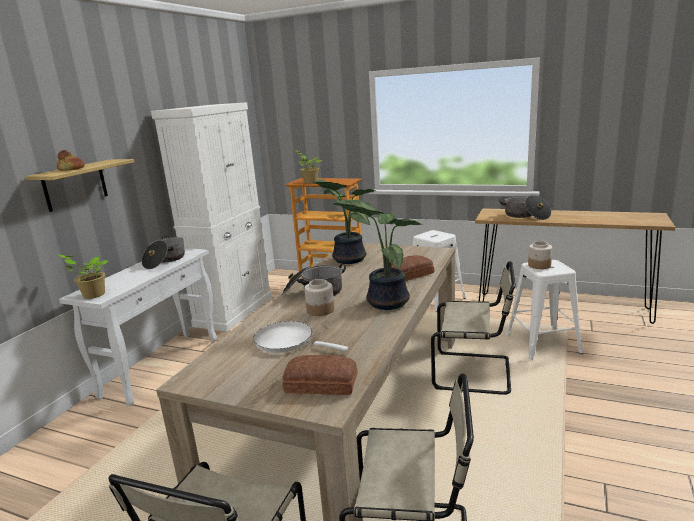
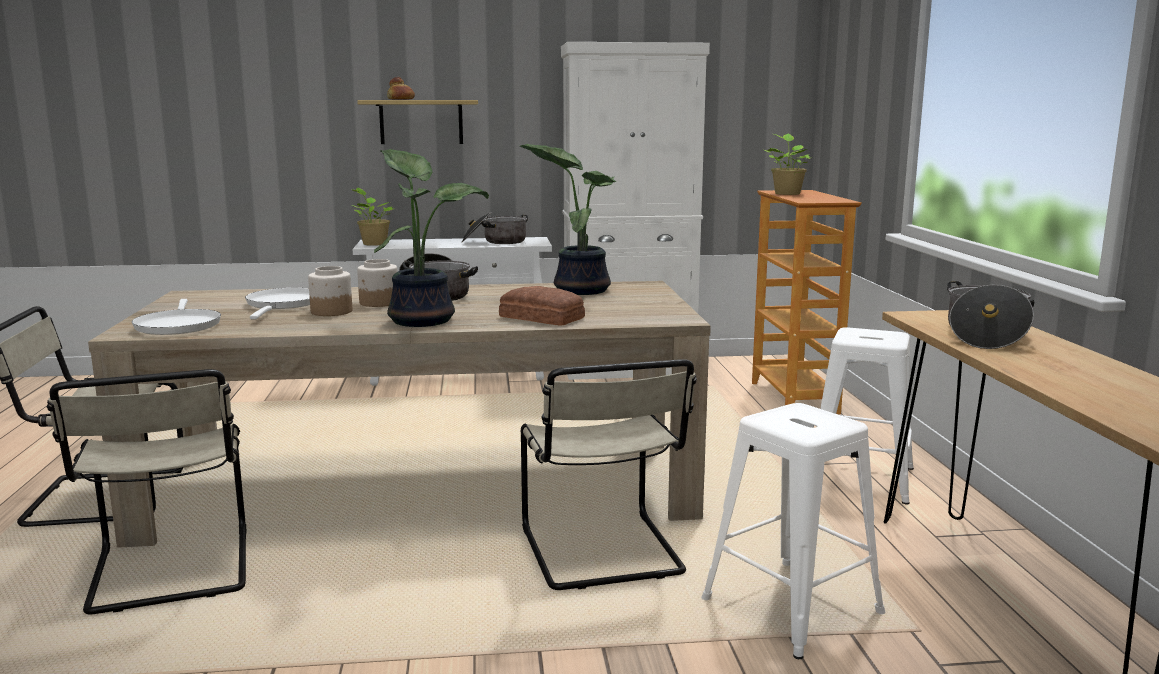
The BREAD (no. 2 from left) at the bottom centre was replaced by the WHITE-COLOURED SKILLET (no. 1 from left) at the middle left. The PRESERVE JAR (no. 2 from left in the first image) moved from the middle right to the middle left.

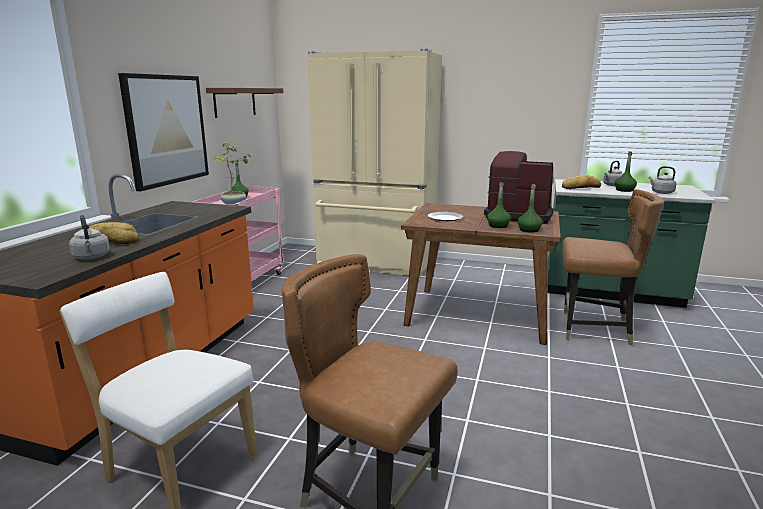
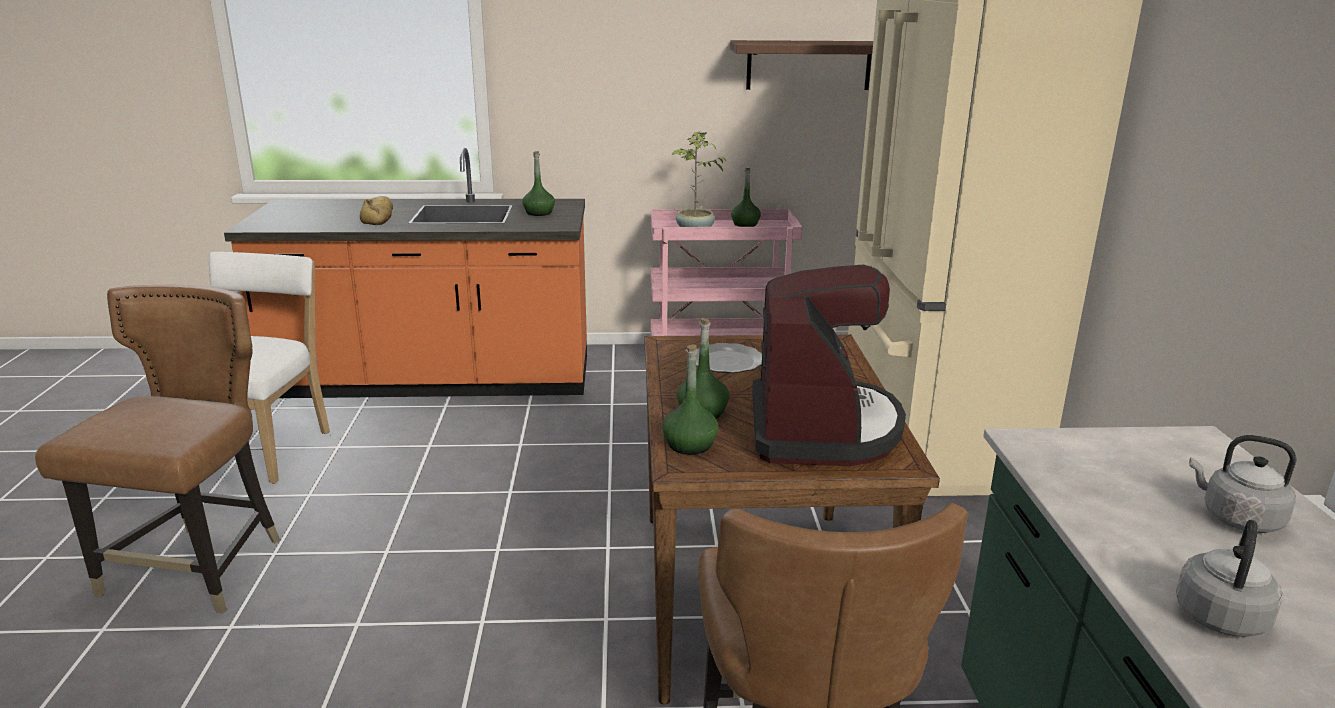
The GREEN-COLOURED DRINK BOTTLE (no. 4 from left in the first image) moved from the middle right to the top centre. The GRAY TEA KETTLE (no. 1 from left) at the middle left disappeared. The WALL PICTURE at the top left disappeared. The BREAD (no. 2 from left) at the middle right disappeared.

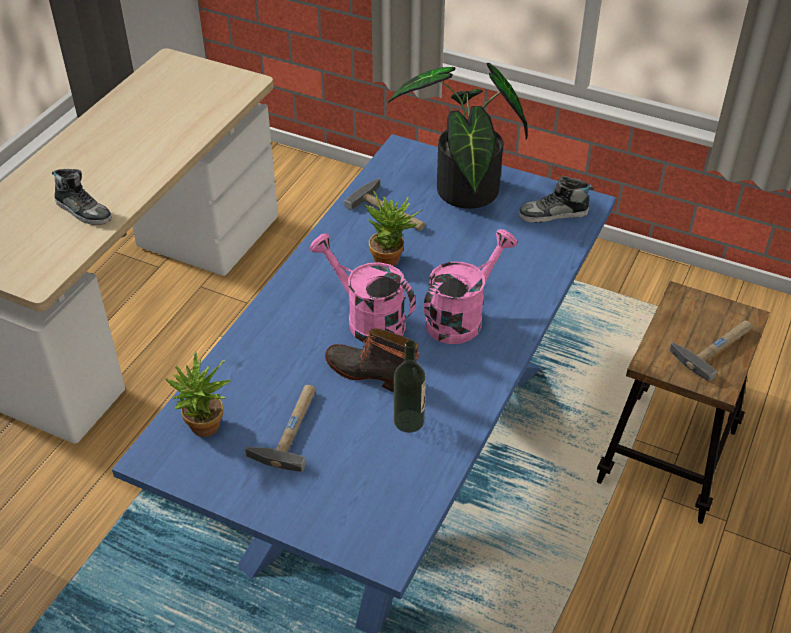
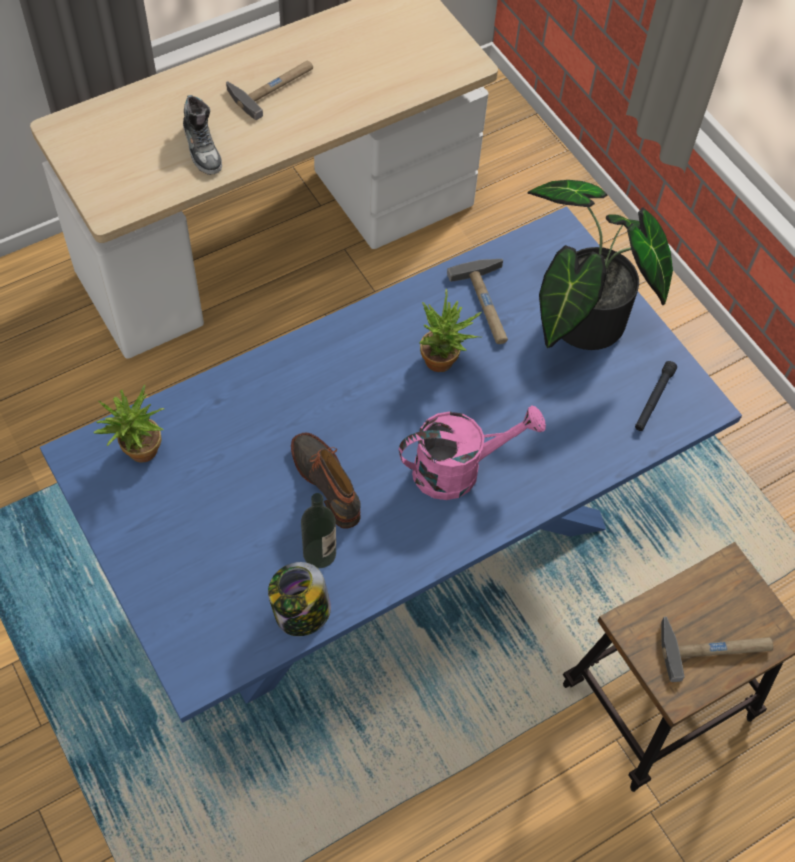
The TOOL HAMMER (no. 1 from left) moved from the bottom centre to the top centre. The PRESERVE JAR at the bottom centre appeared. The ITEM OF FOOTWEAR (no. 2 from left) at the top right was replaced by the BLACK-COLOURED TORCH at the middle right. The PINK WATERING POT (no. 1 from left) at the centre disappeared.

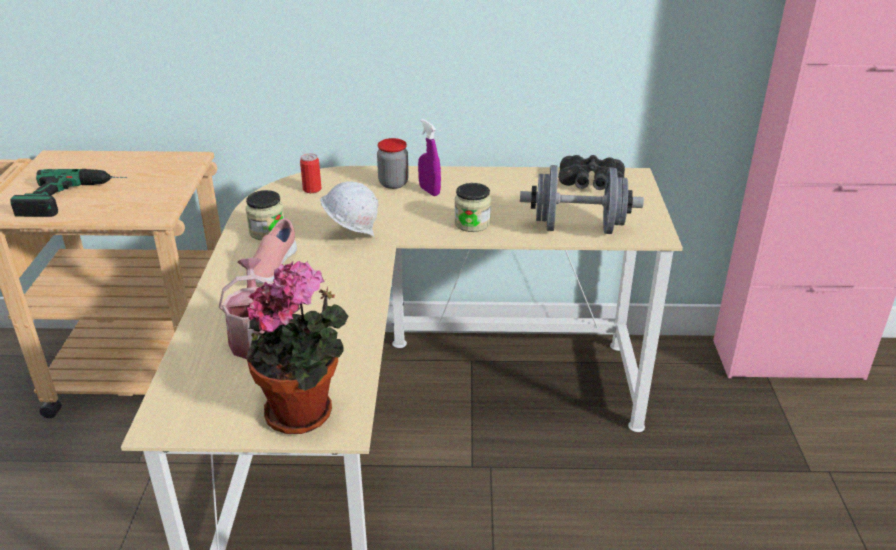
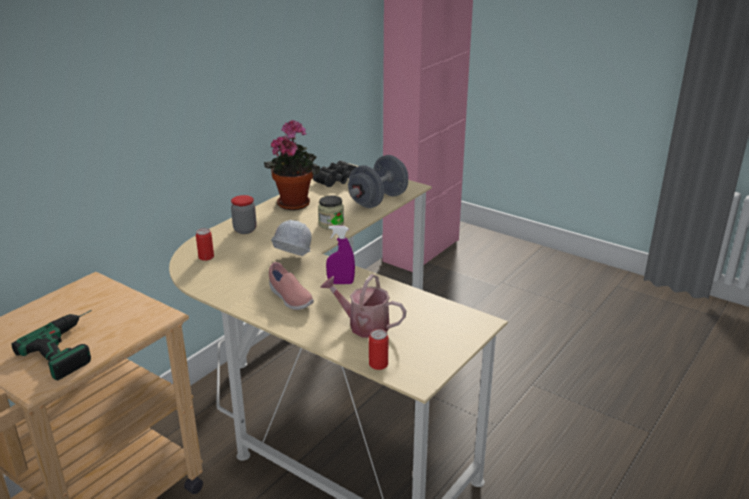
The POTTED PLANT moved from the middle left to the top centre. The PURPLISH HAND SPRAYER moved from the top centre to the centre. The CAN (no. 2 from left) at the bottom centre appeared. The PRESERVE JAR (no. 1 from left) at the middle left disappeared.

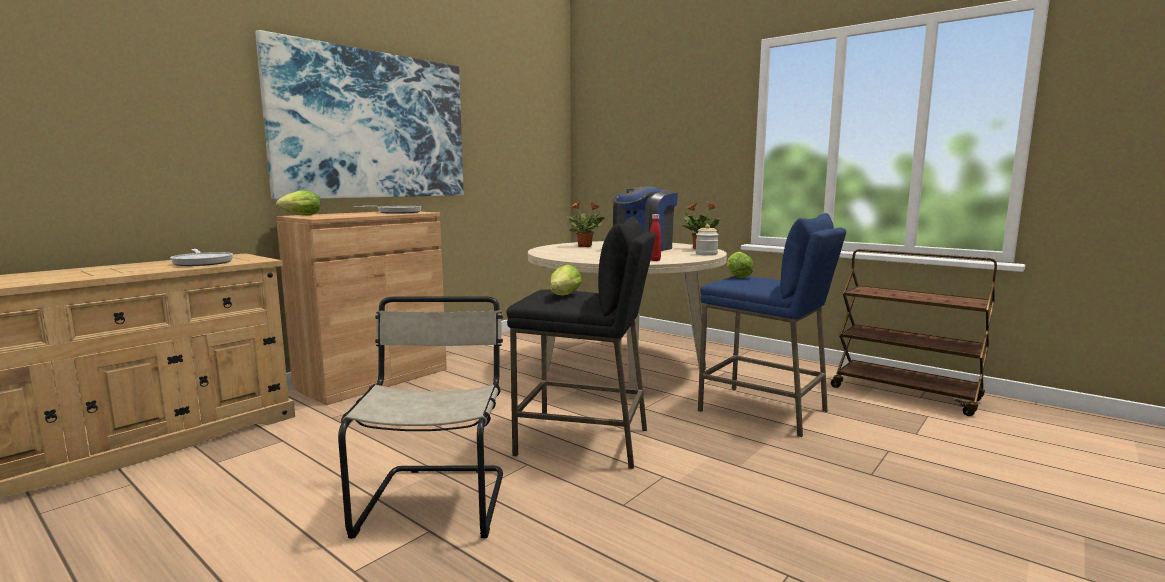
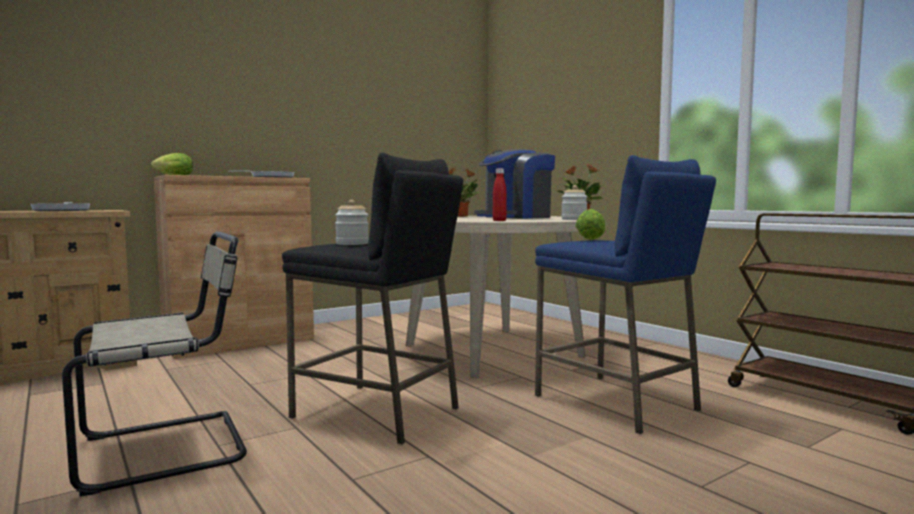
The BEIGE-COLOURED UPRIGHT CHAIR at the bottom centre turned 45 degrees clockwise. The LETTUCE (no. 2 from left) at the centre was replaced by the PRESERVE JAR (no. 1 from left) at the centre. The WALL PICTURE at the top left disappeared.

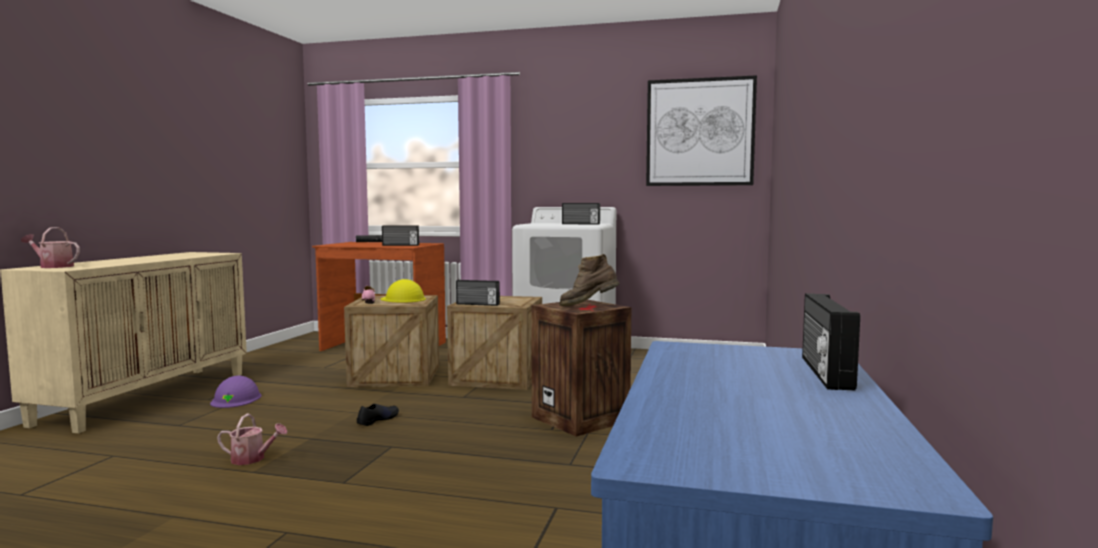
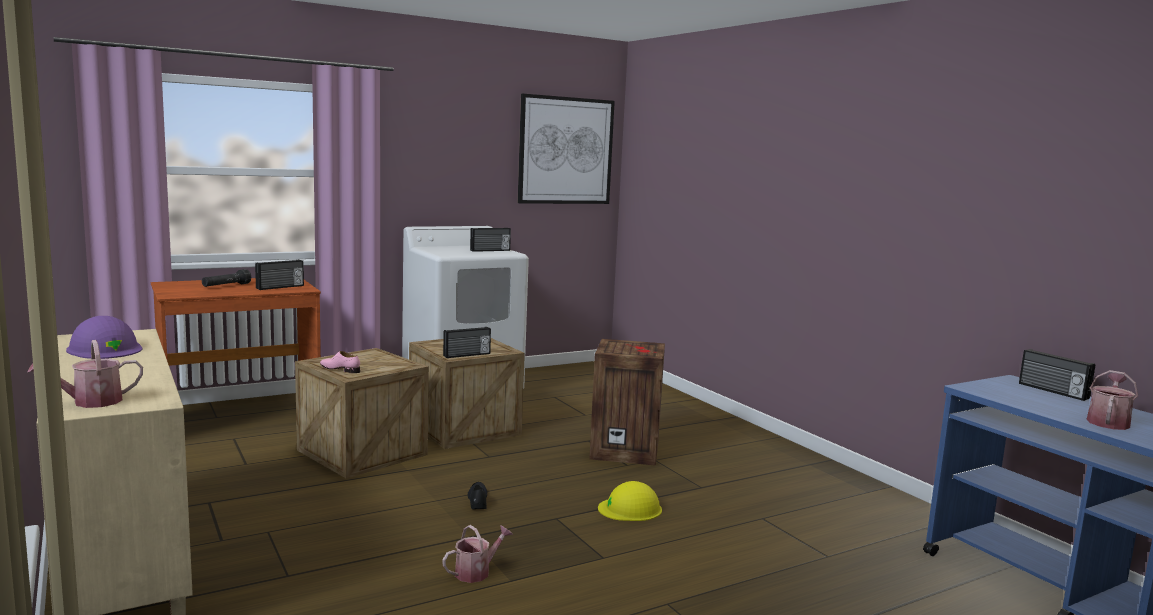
The PURPLISH HARD HAT moved from the bottom left to the middle left. The YELLOW HARD HAT moved from the centre to the bottom centre. The WATERING POT (no. 3 from left) at the middle right appeared. The BROWNISH BOOT at the centre disappeared.

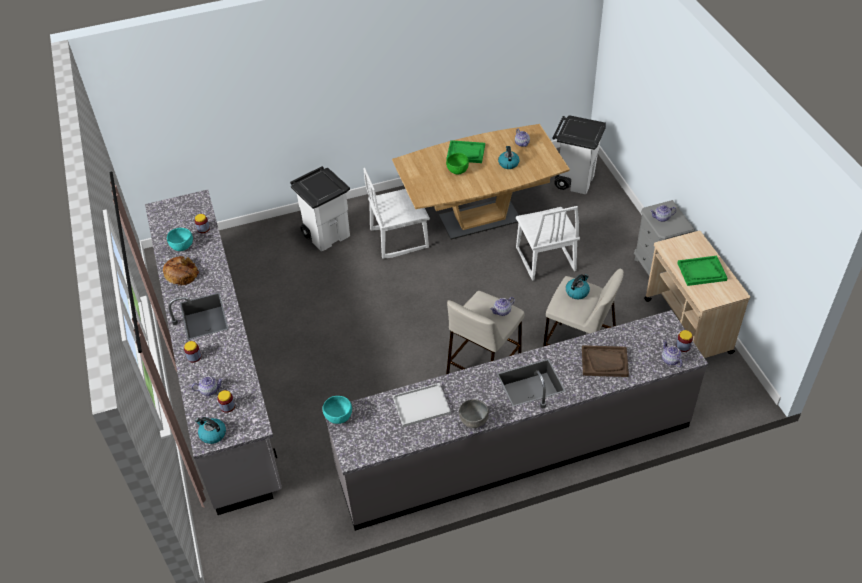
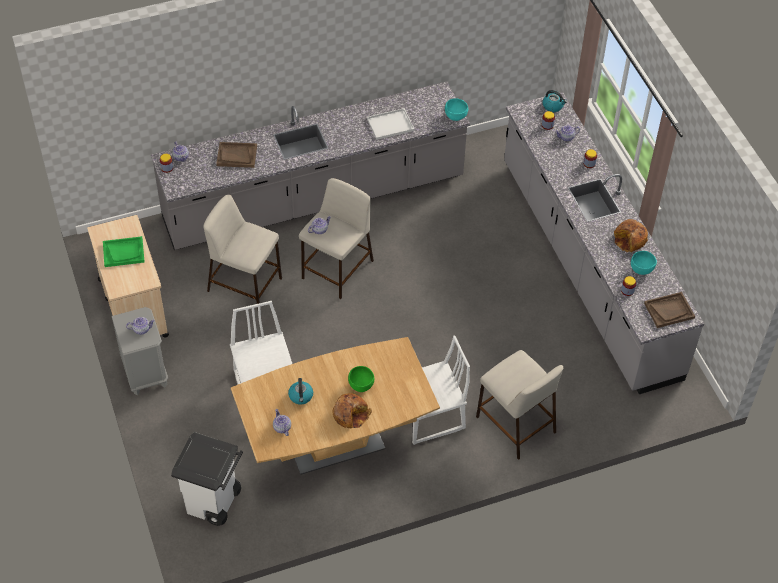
The GREEN-COLOURED SERVING TRAY (no. 1 from left) at the top centre was replaced by the BREAD (no. 1 from left) at the bottom centre. The WHITE-COLOURED WASTE BIN (no. 1 from left) at the centre was replaced by the BEIGE-COLOURED STOOL SEAT (no. 3 from left) at the bottom right. The BROWNISH SERVING TRAY (no. 2 from left) at the middle right appeared. The GRAY SERVING BOWL at the bottom centre disappeared. The TEA KETTLE (no. 3 from left) at the middle right disappeared.

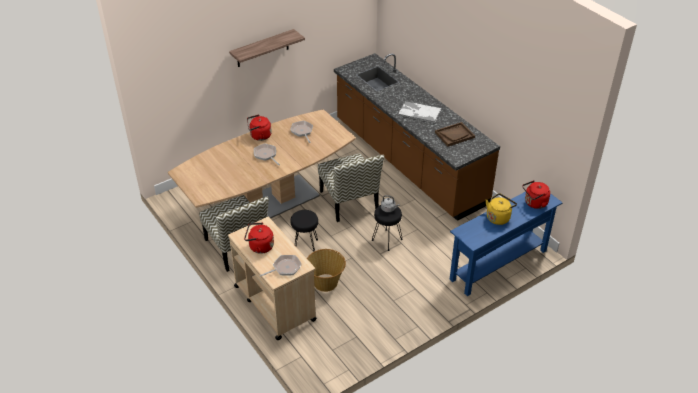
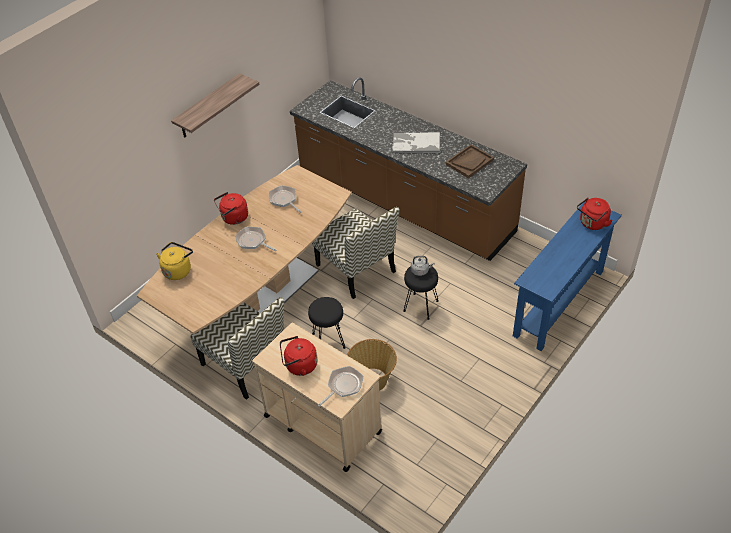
The YELLOW TEA KETTLE moved from the middle right to the middle left.

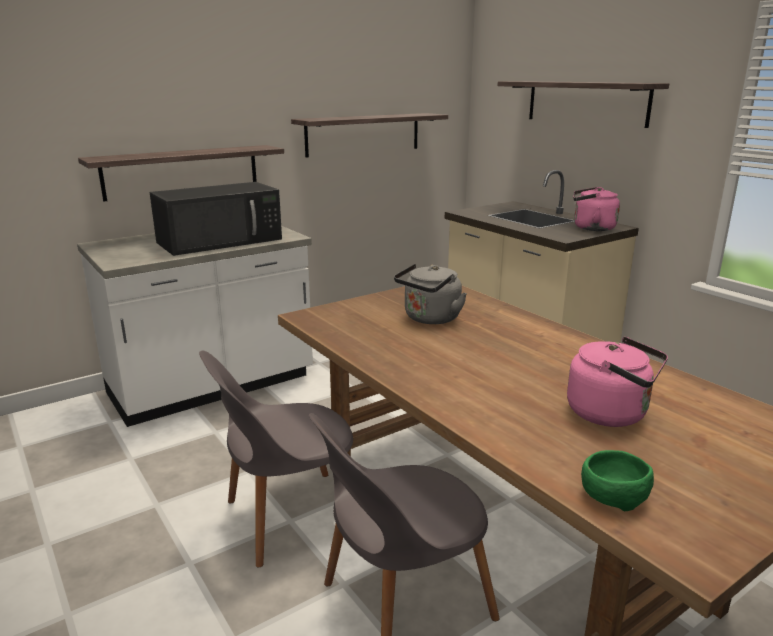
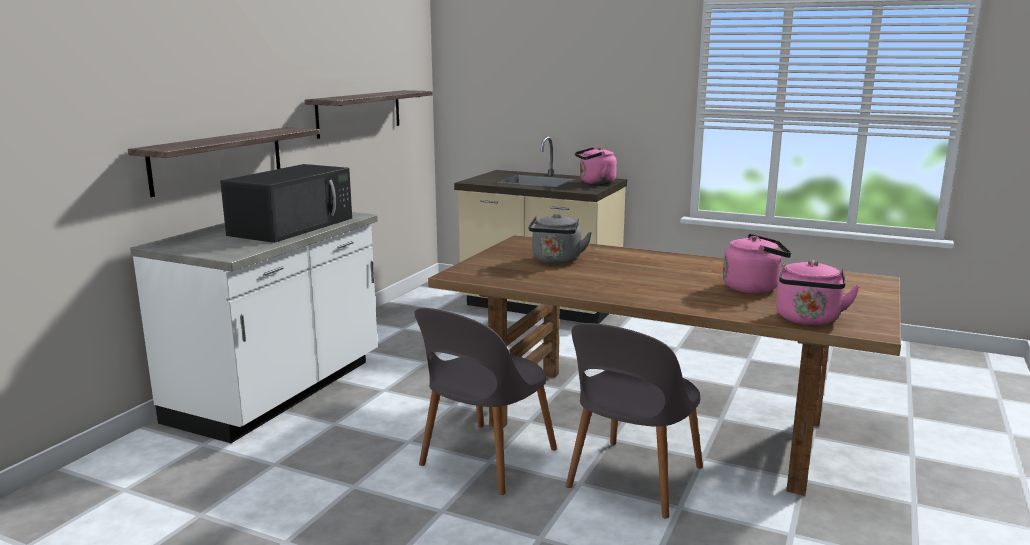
The GREEN-COLOURED SERVING BOWL at the bottom right was replaced by the PINK TEA KETTLE (no. 3 from left) at the middle right. The SHELF (no. 3 from left) at the top right disappeared.

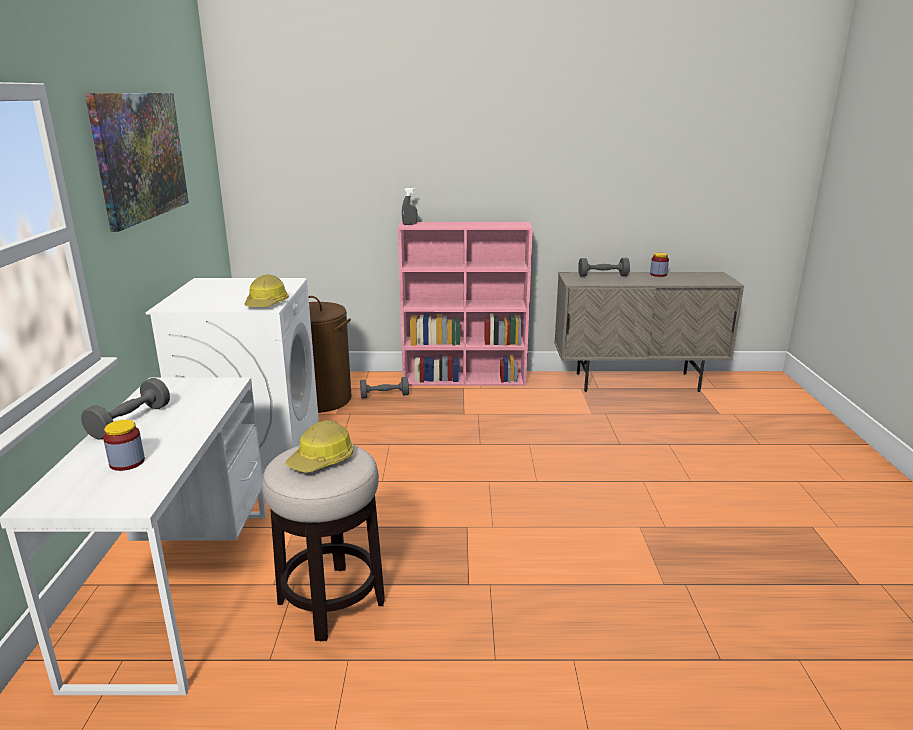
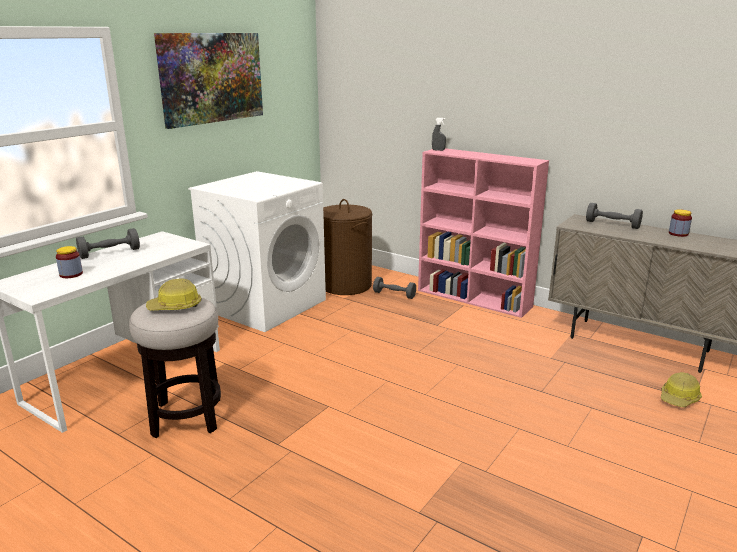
The HARD HAT (no. 1 from left in the first image) moved from the middle left to the bottom right.

